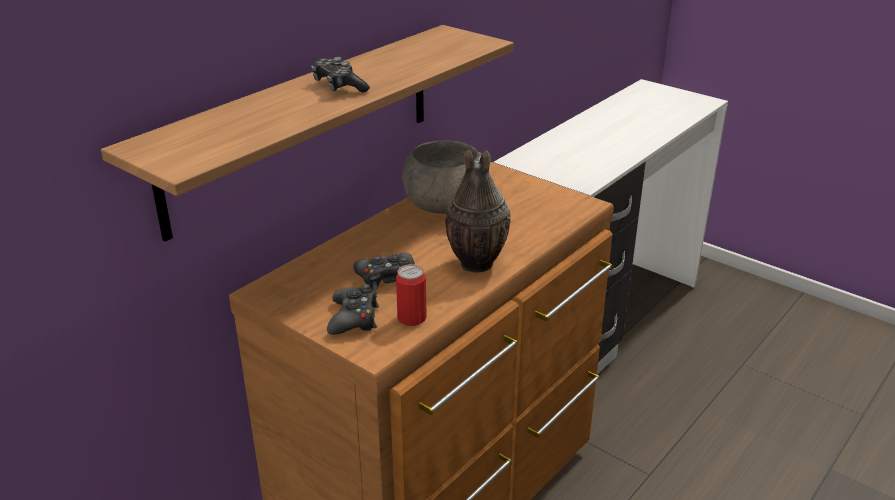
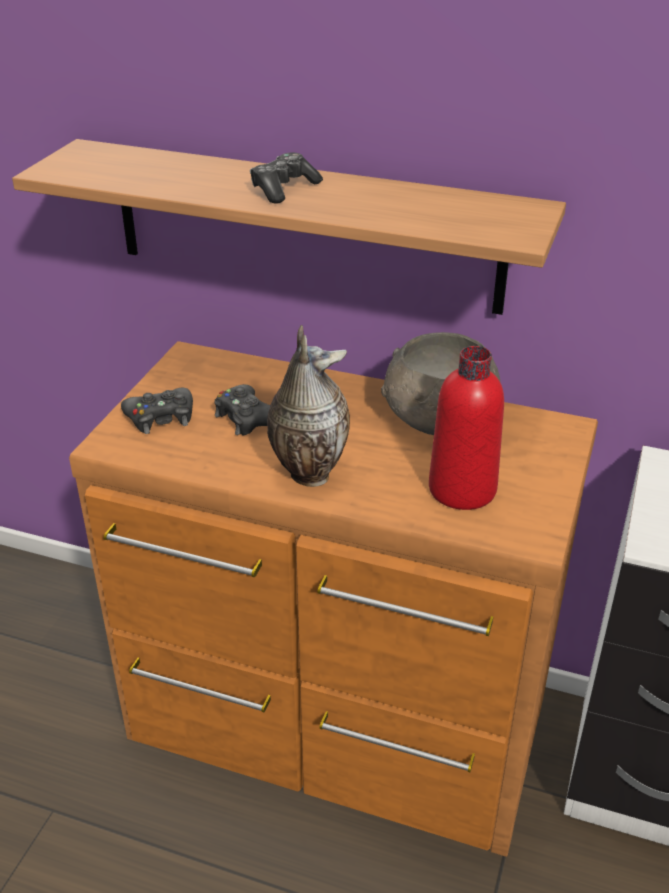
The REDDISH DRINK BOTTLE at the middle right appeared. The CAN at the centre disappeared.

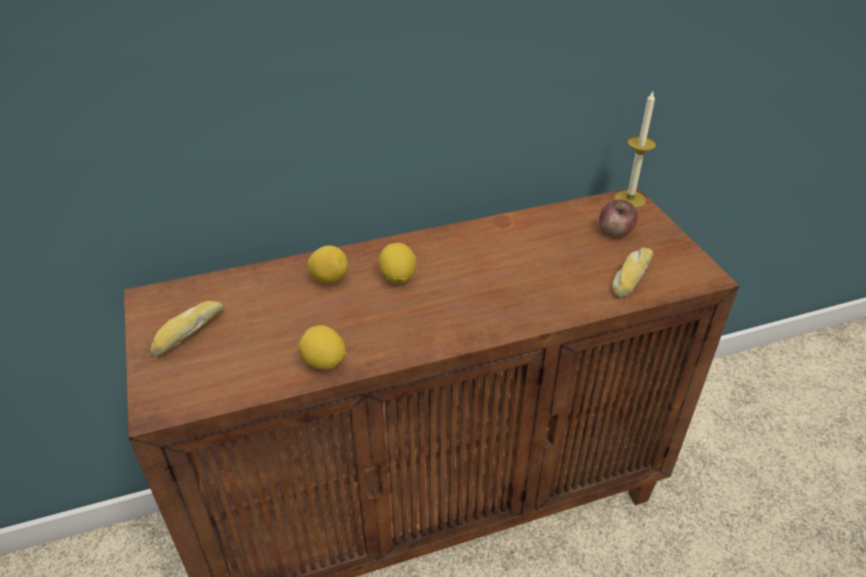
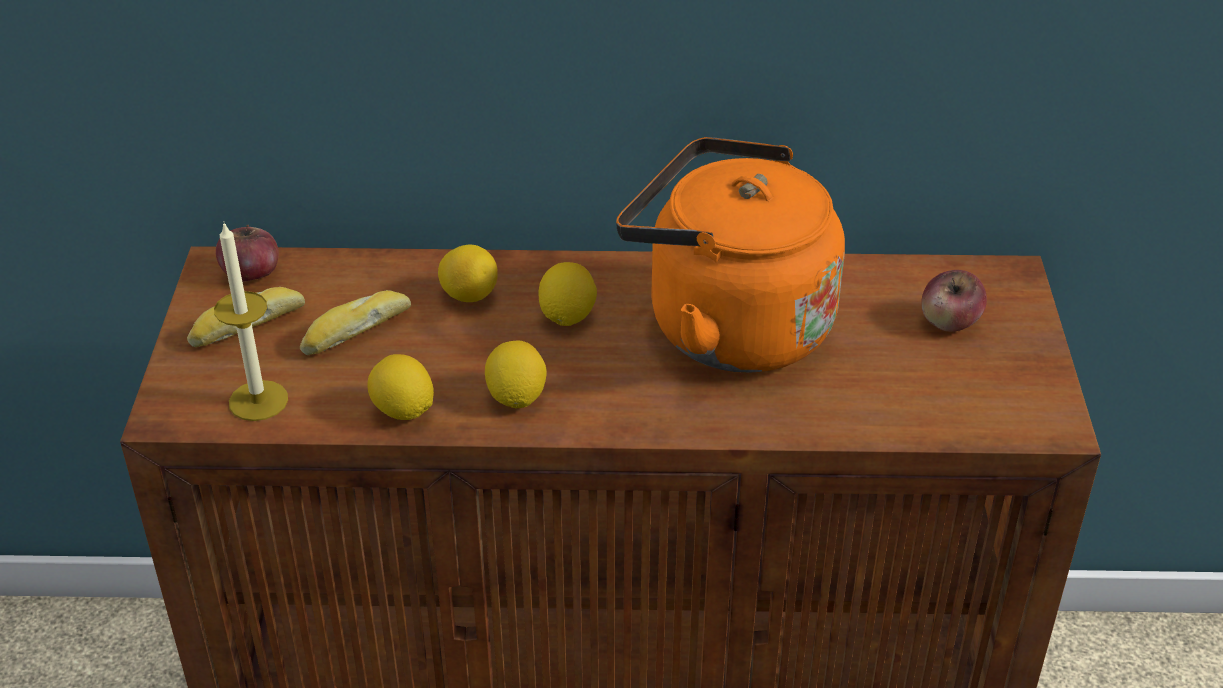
The CANDLE moved from the top right to the middle left. The APPLE (no. 1 from left) at the middle left appeared. The BREAD (no. 2 from left) moved from the middle right to the middle left. The LEMON (no. 3 from left) at the centre appeared. The ORANGEY TEA KETTLE at the centre appeared.

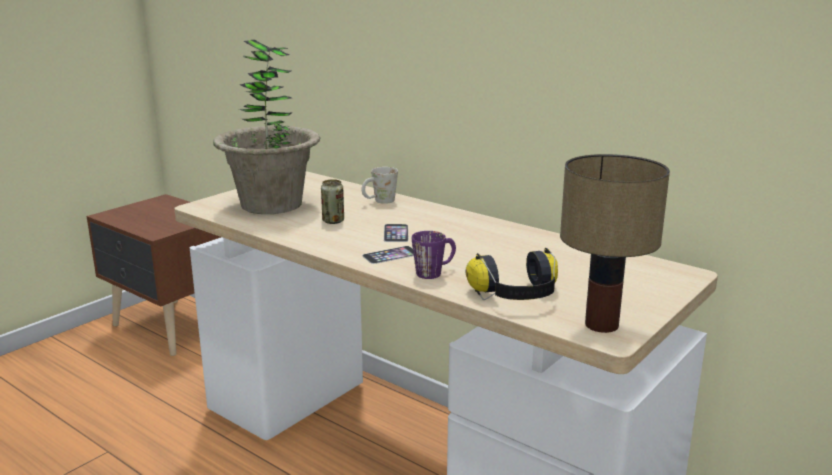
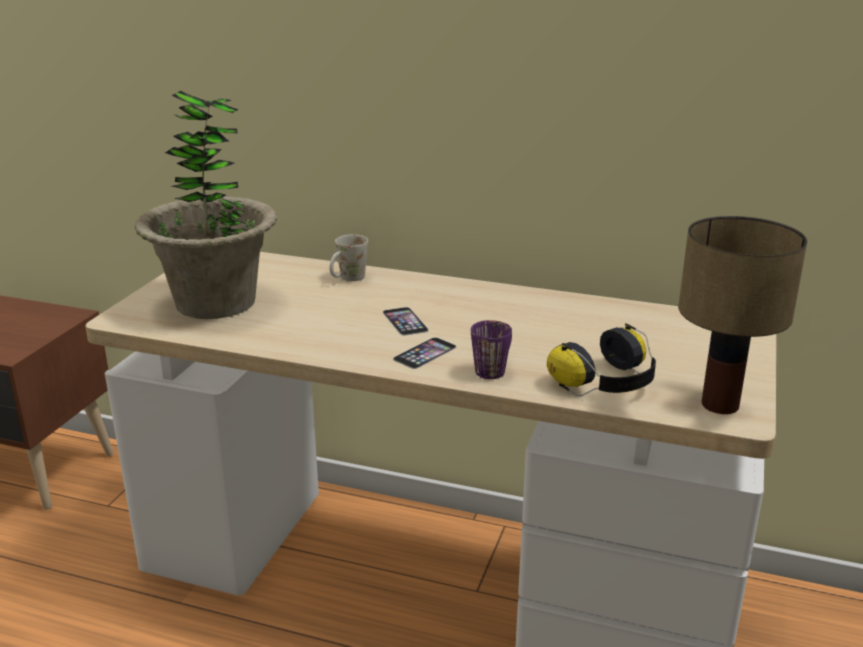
The CAN at the centre disappeared.

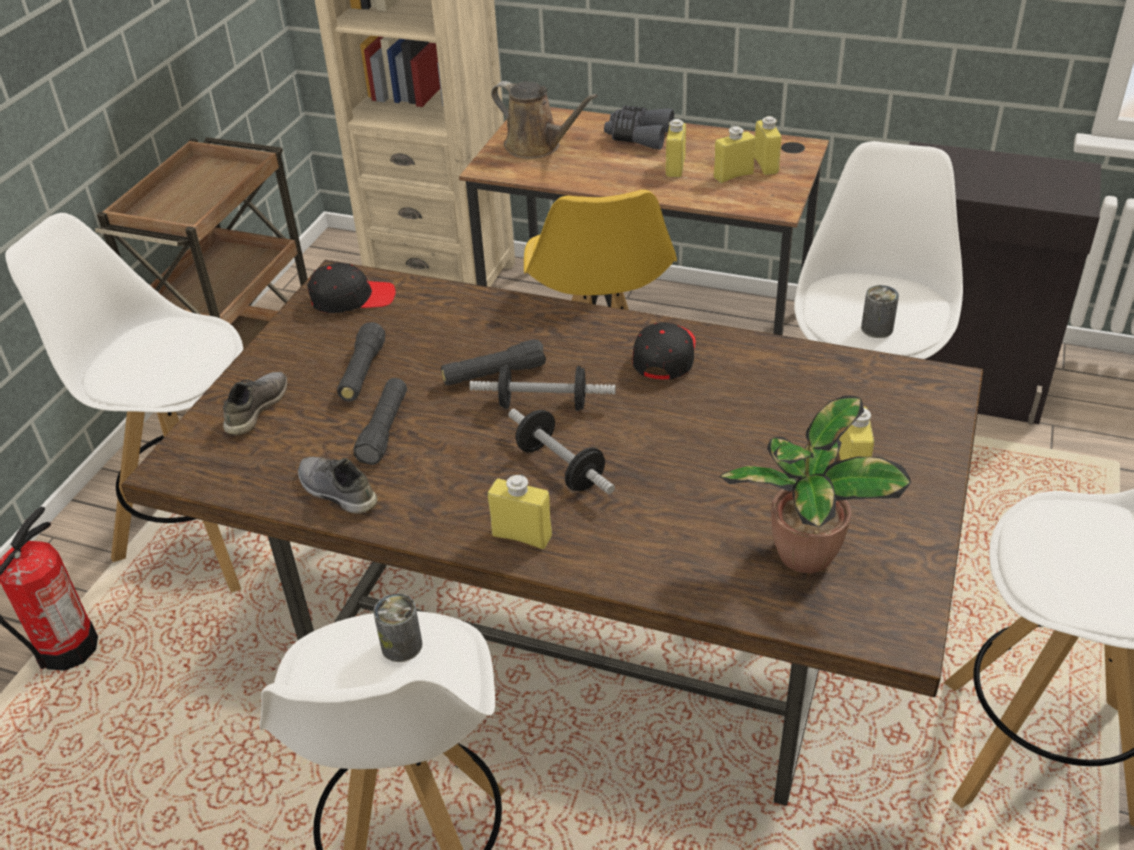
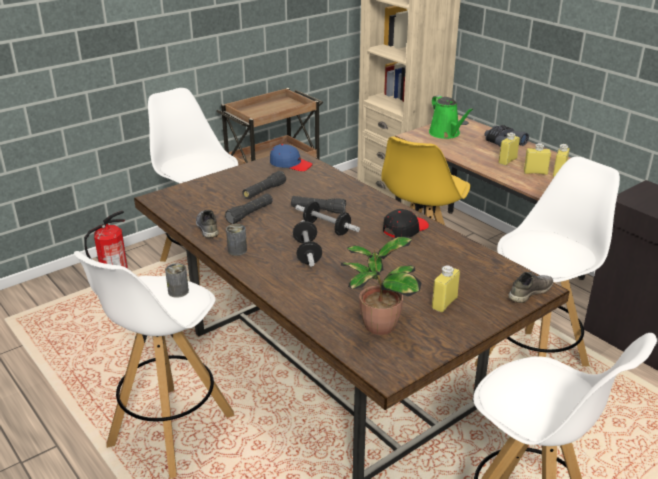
The CAN (no. 2 from left) moved from the middle right to the centre. The BLACK-COLOURED CAP (no. 1 from left) at the middle left became the BLUE CAP at the top centre. The BROWNISH WATERING POT at the top centre became the GREEN-COLOURED WATERING POT at the top right. The GRAY ITEM OF FOOTWEAR (no. 1 from left in the first image) moved from the middle left to the middle right. The YELLOW DRINK BOTTLE (no. 1 from left) at the centre disappeared.

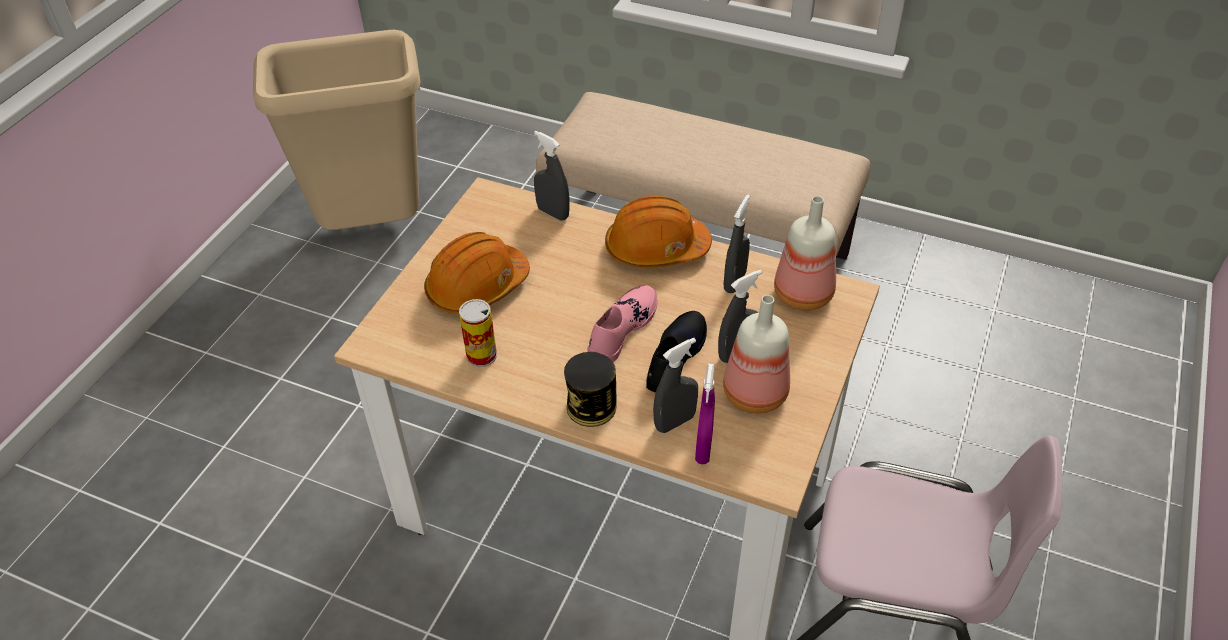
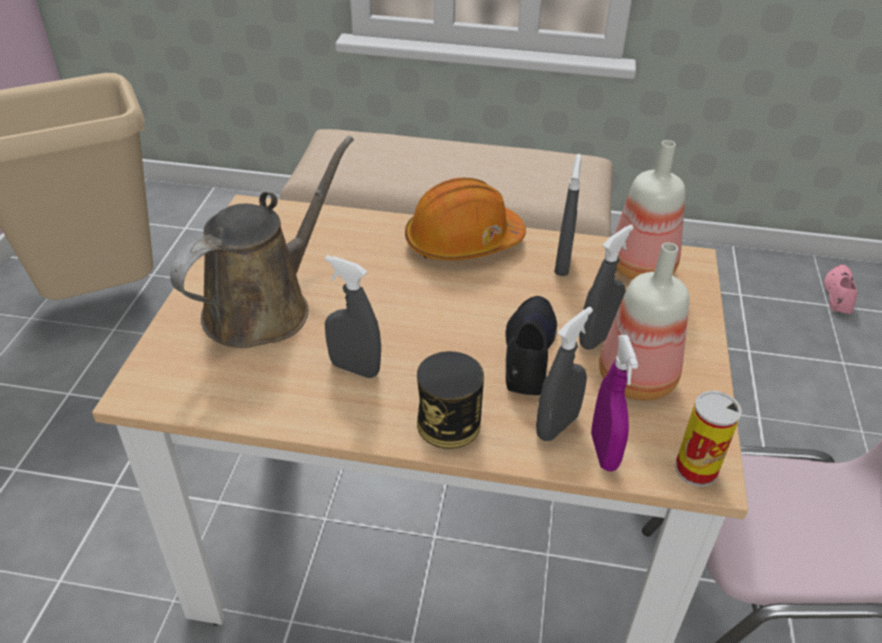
The ORANGEY HARD HAT (no. 1 from left) at the centre was replaced by the BROWNISH WATERING POT at the middle left. The GRAY HAND SPRAYER (no. 1 from left) moved from the top centre to the centre. The CAN (no. 1 from left in the first image) moved from the centre to the bottom right. The PINK ITEM OF FOOTWEAR moved from the centre to the middle right.

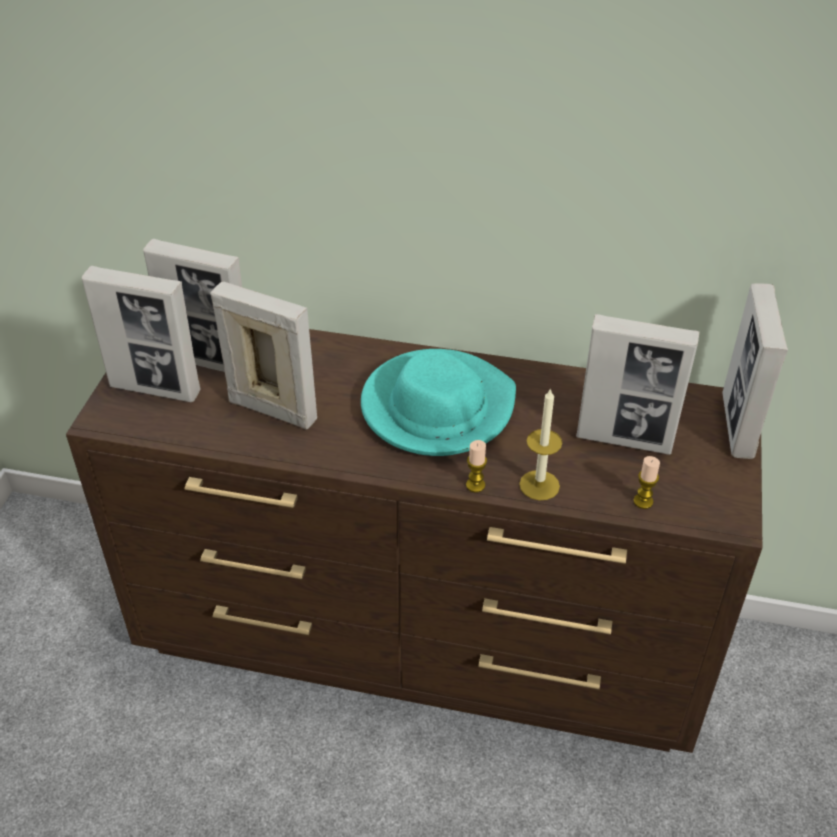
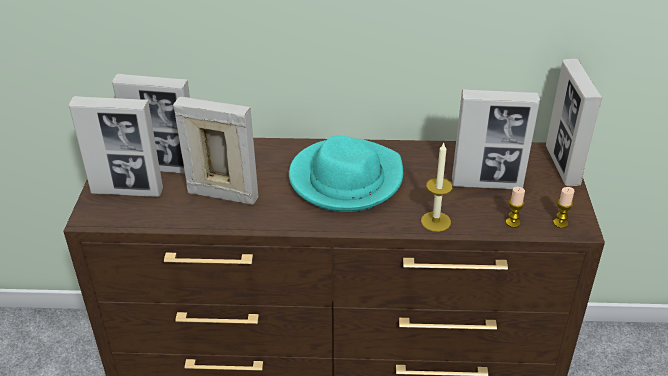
The CANDLE (no. 1 from left in the first image) moved from the centre to the middle right.

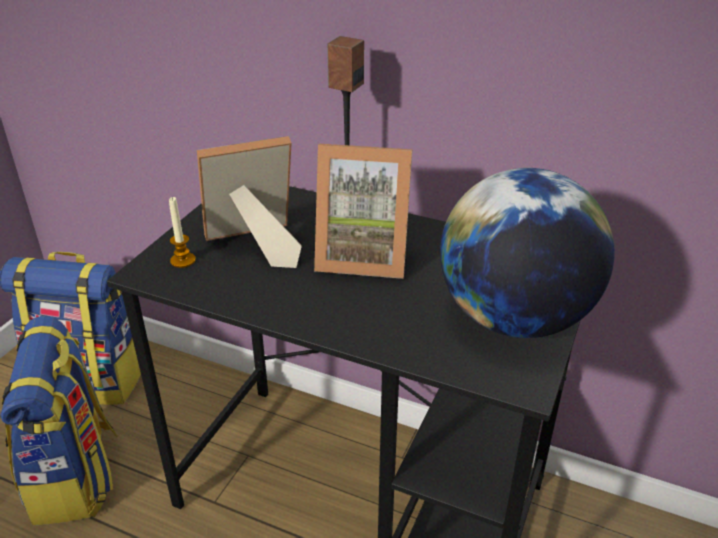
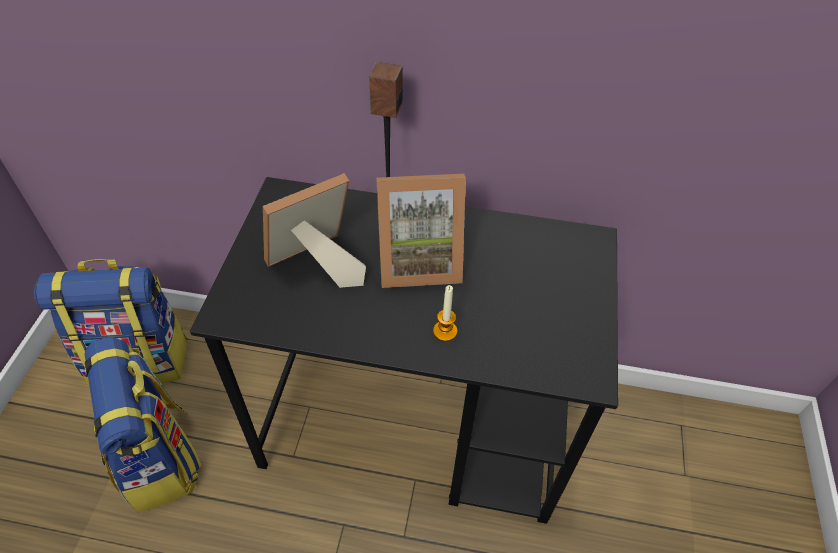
The CANDLE moved from the middle left to the centre. The WORLD GLOBE at the middle right disappeared.

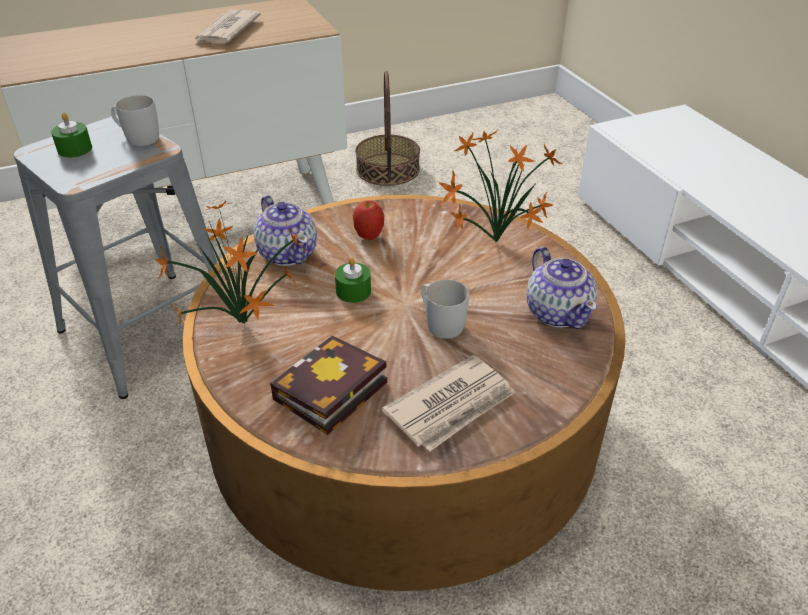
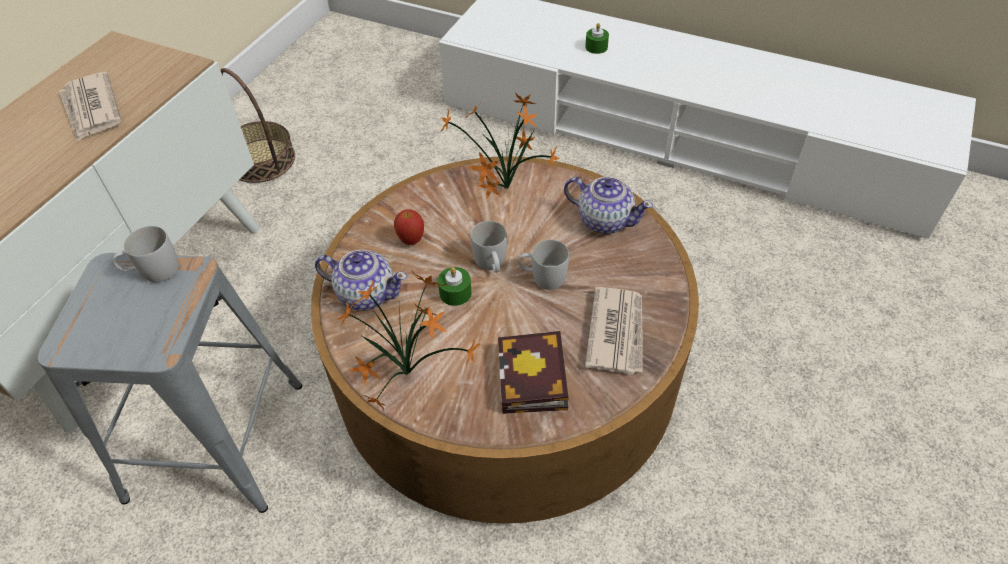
The WHITE-COLOURED COFFEE MUG (no. 2 from left) at the centre appeared. The GREEN-COLOURED CANDLE (no. 1 from left in the first image) moved from the top left to the top centre.

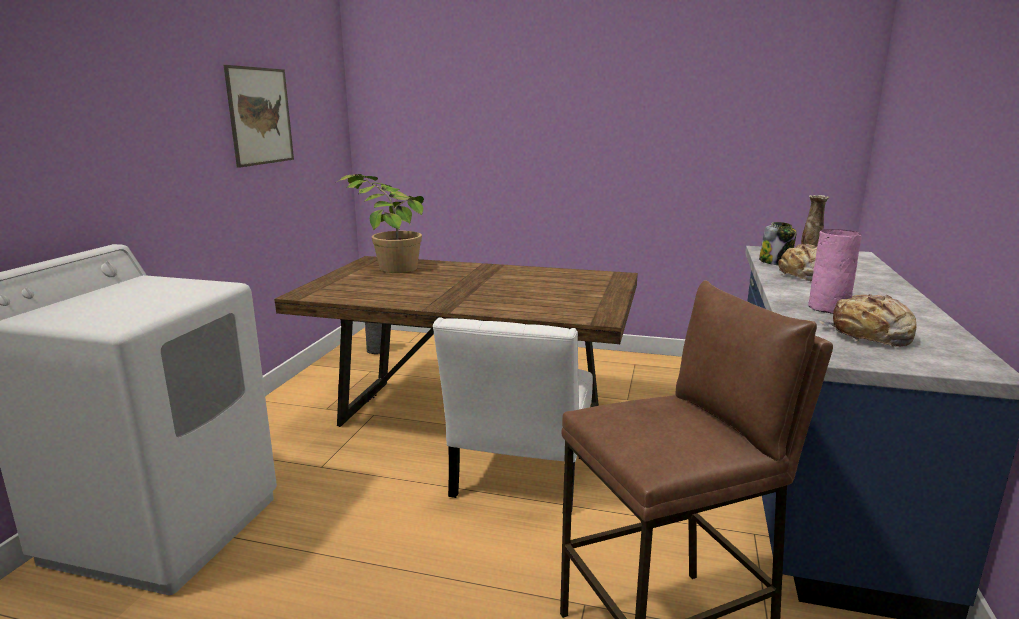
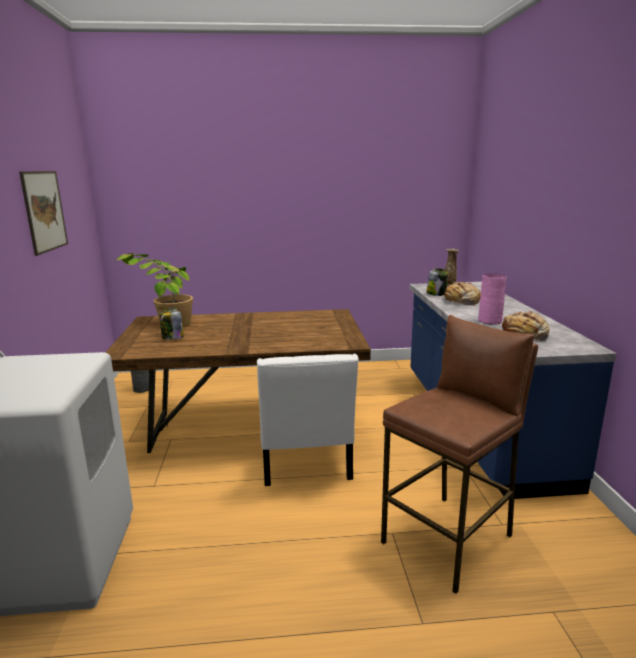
The PRESERVE JAR (no. 1 from left) at the middle left appeared.

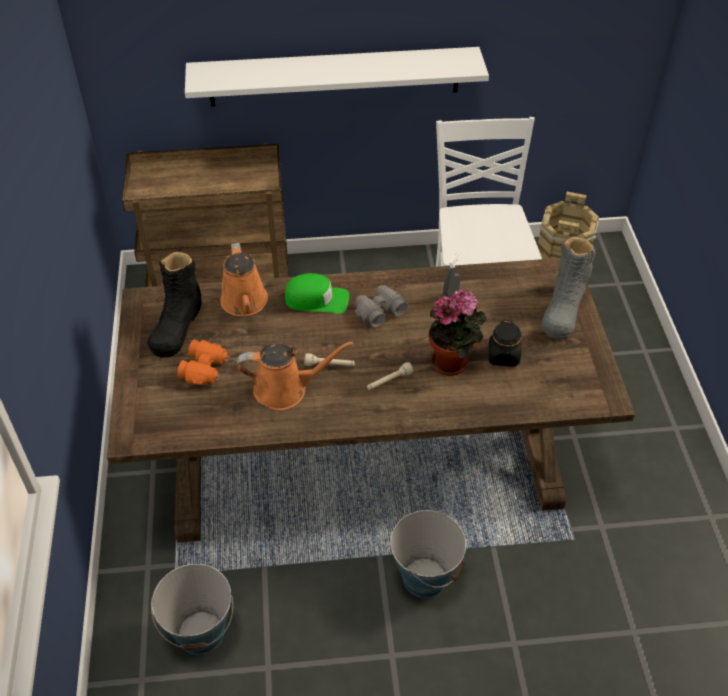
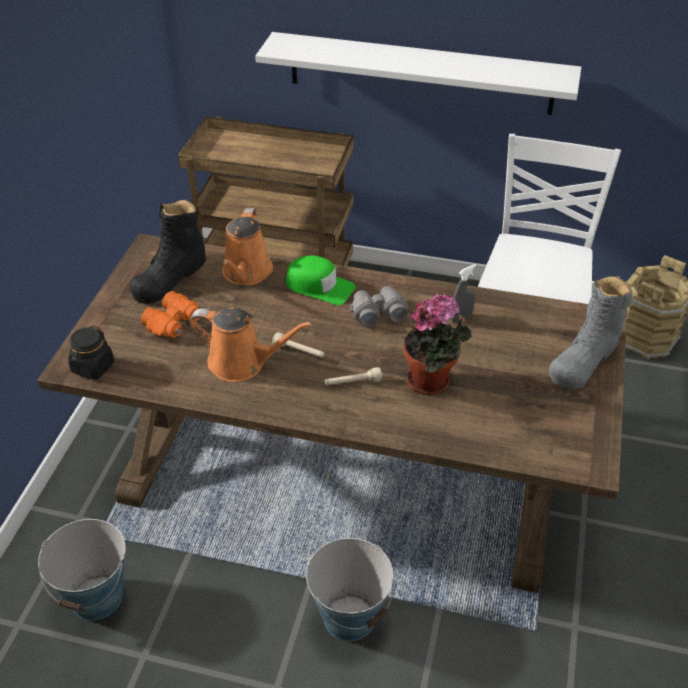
The BLACK-COLOURED PRESERVE JAR moved from the middle right to the middle left.

